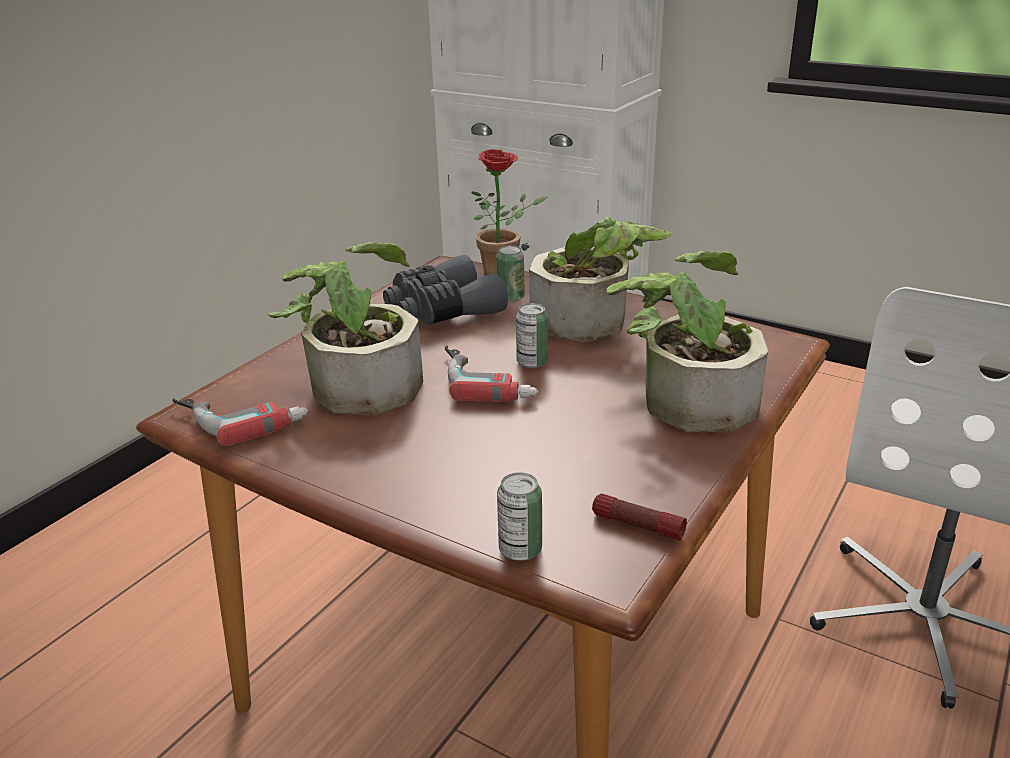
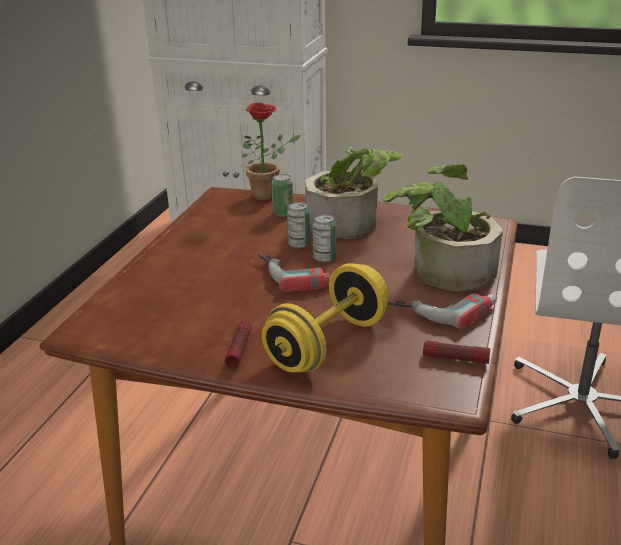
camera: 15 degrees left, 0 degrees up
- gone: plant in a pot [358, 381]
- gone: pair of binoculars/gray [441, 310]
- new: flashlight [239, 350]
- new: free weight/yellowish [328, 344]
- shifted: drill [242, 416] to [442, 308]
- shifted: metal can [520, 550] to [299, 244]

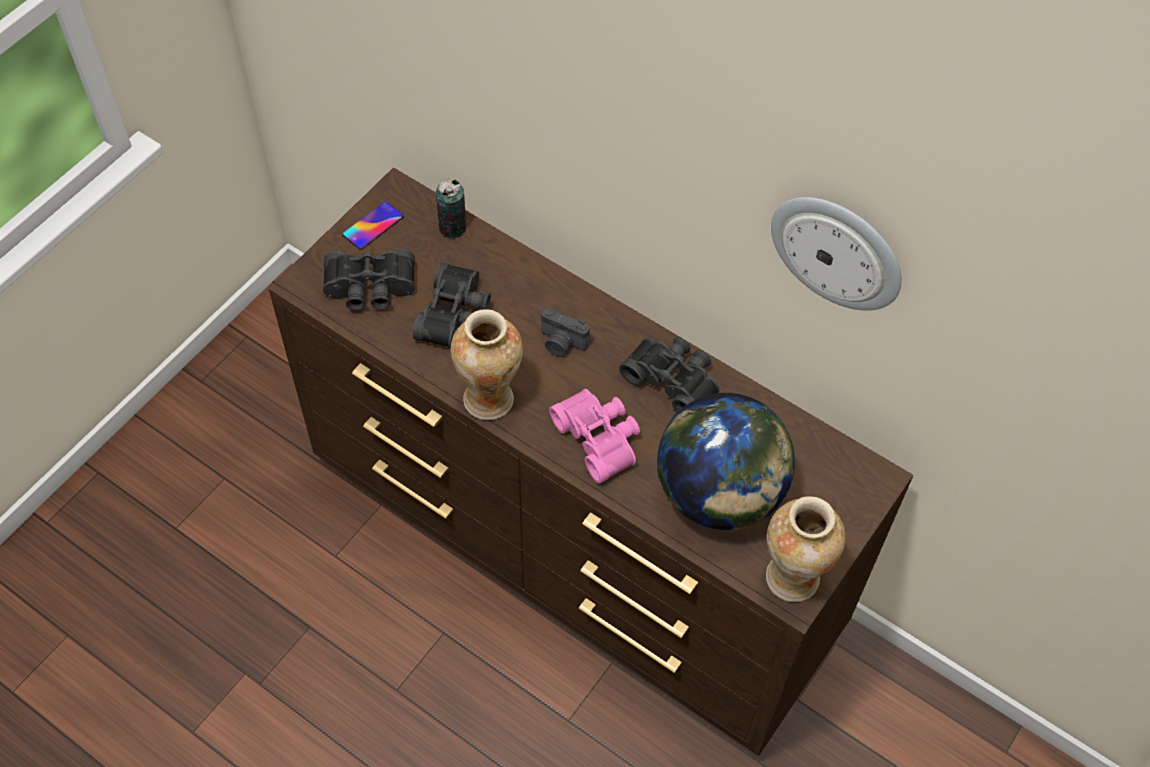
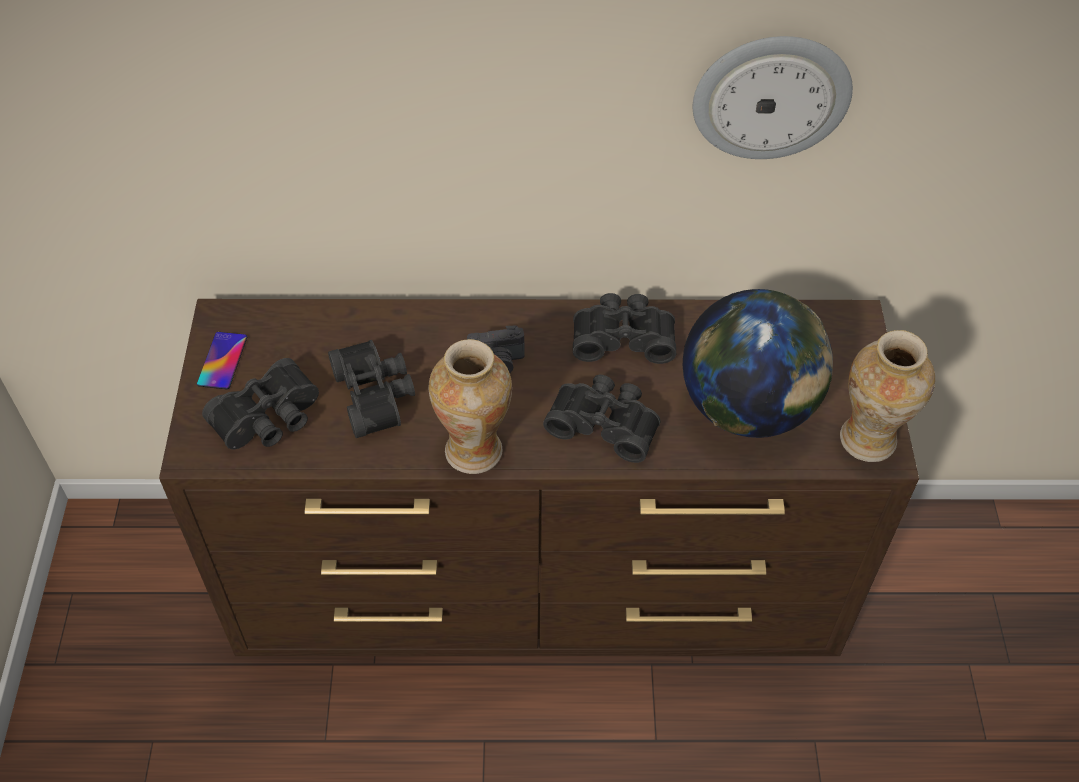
camera: 35 degrees left, 5 degrees down
- gone: metal can [452, 227]
- repainted: pair of binoculars/pinkish [600, 438] to pair of binoculars/blackish [605, 423]

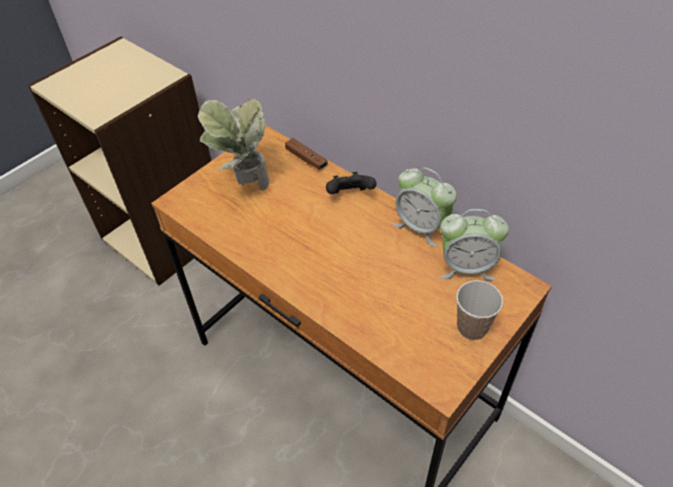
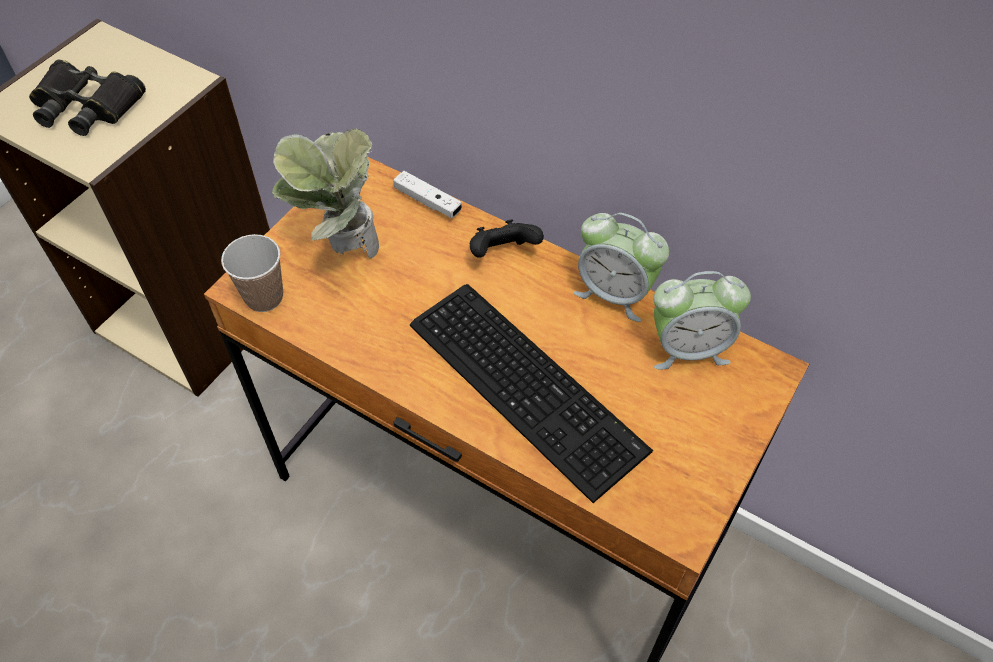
camera: 10 degrees left, 5 degrees up
- new: pair of binoculars/blackish [87, 106]
- new: PC keyboard [526, 381]
- shifted: small cup [472, 327] to [264, 297]
- repainted: joypad/brown-coloured [306, 159] to joypad/white [428, 201]

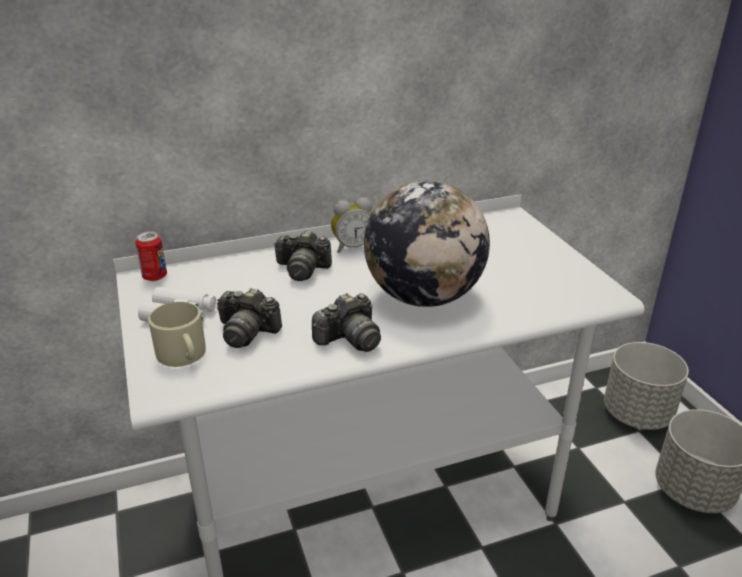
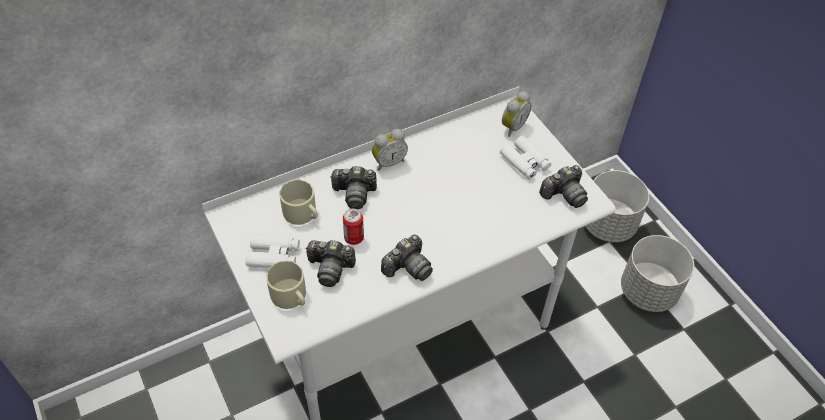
camera: 10 degrees left, 20 degrees up
- gone: world globe [424, 297]
- new: coffee mug/beige [302, 214]
- new: pair of binoculars/white [525, 162]
- new: alarm clock [512, 127]
- new: still camera [564, 194]
- shifted: metal can [155, 276] to [354, 238]

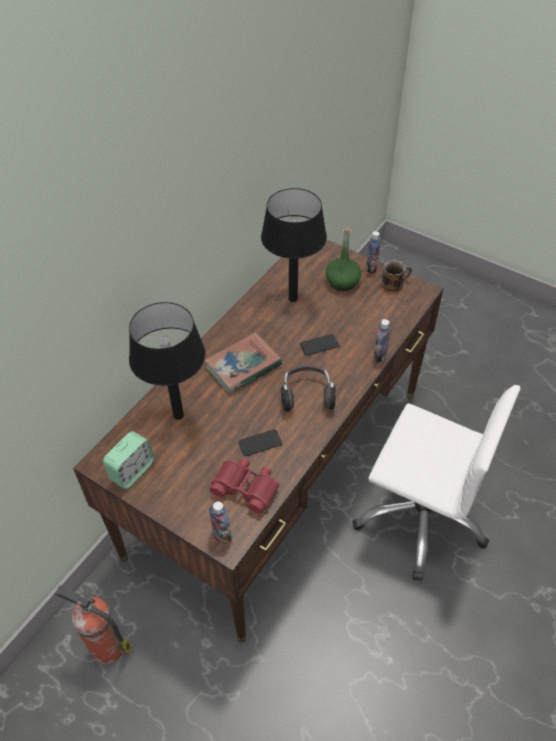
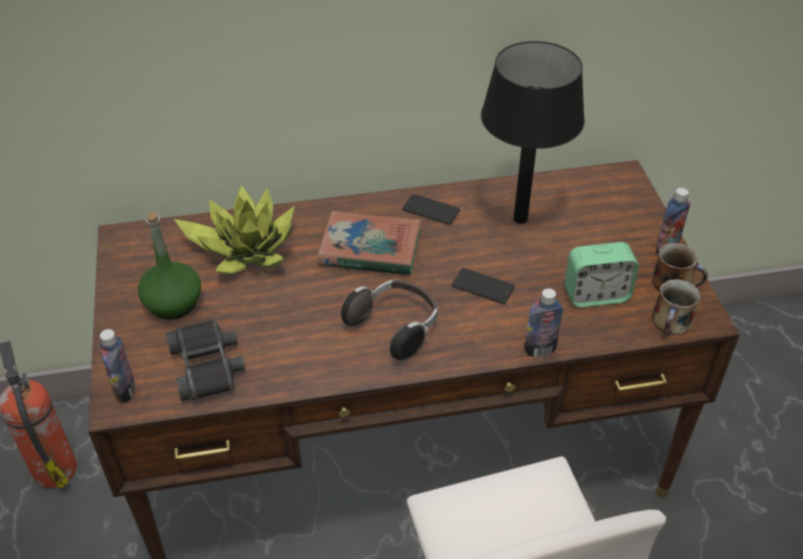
camera: 45 degrees right, 5 degrees down
- new: coffee mug [671, 322]
- shifted: alarm clock [132, 471] to [596, 295]
- shifted: handset [260, 443] to [431, 210]
- shifted: bottle/green-coloured [342, 282] to [173, 303]
- swapped: table lamp/blackish [178, 415] to plant in a pot [244, 248]
- repainted: pair of binoculars/red-coloured [246, 488] to pair of binoculars/blackish [208, 366]

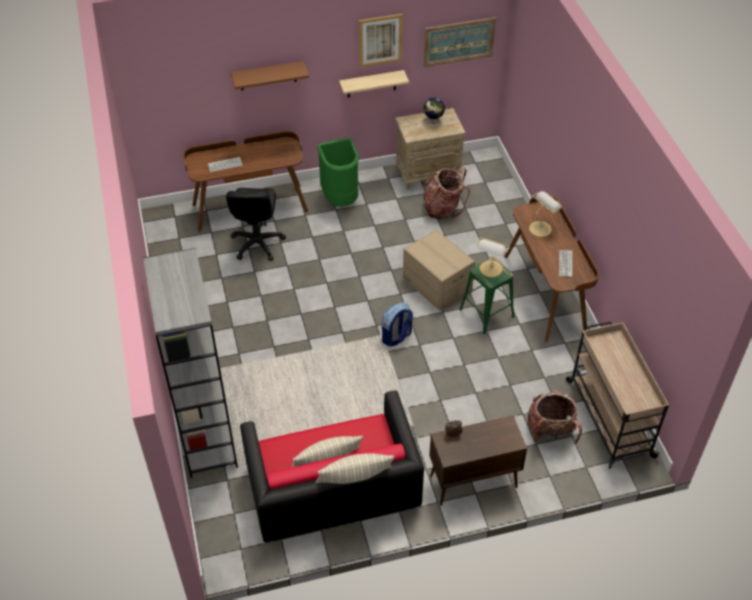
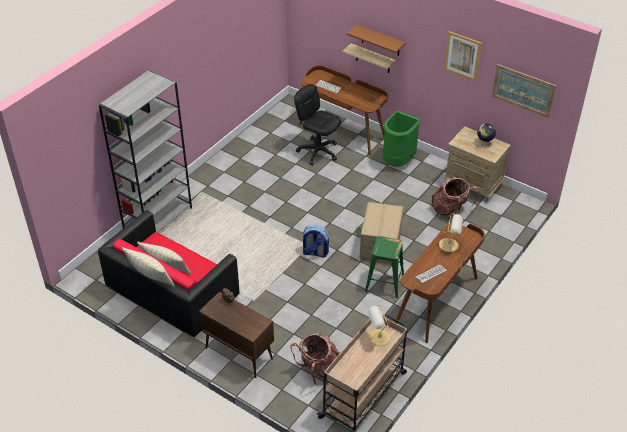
camera: 50 degrees right, 5 degrees down
- shifted: bracket shelf [371, 84] to [372, 59]
- shifted: table lamp [490, 270] to [378, 338]
- rotated: desk chair/blackish [257, 243] = [318, 151] 75 degrees clockwise

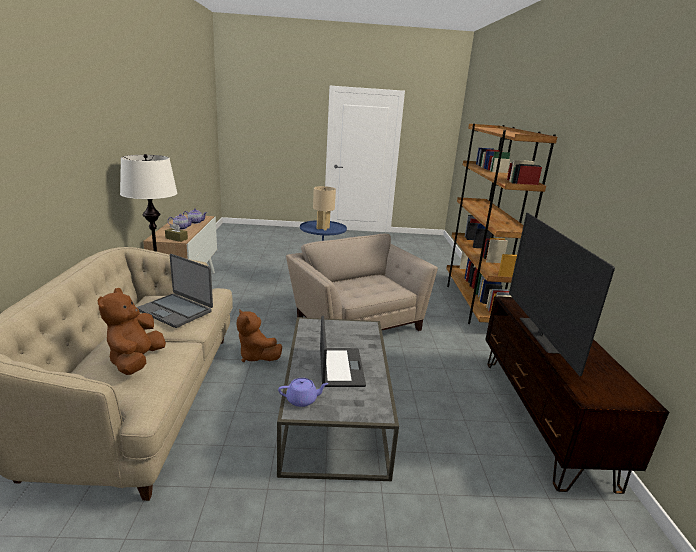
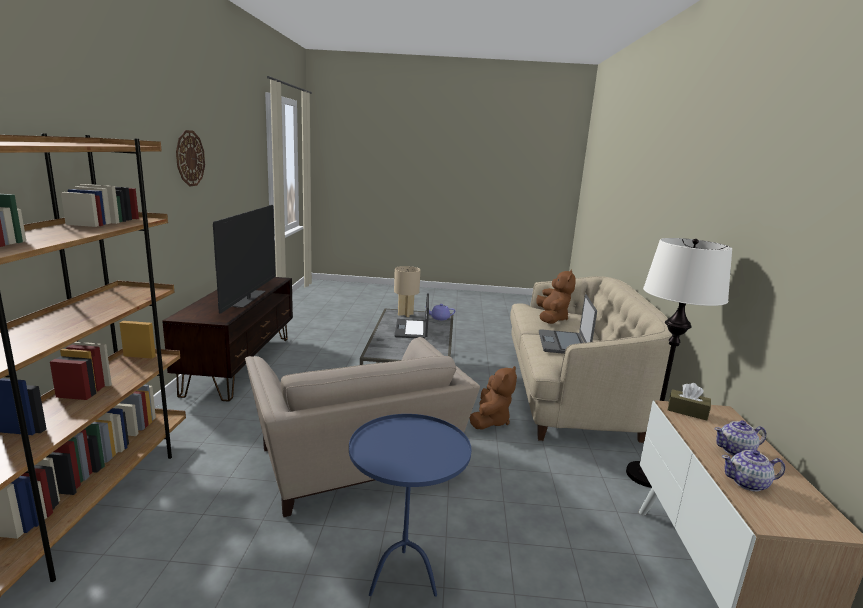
camera: 175 degrees left, 5 degrees down
- new: clock on the wall [190, 158]
- shifted: table lamp/beige [322, 228] to [405, 314]
- rotated: laptop [176, 311] = [563, 343] 120 degrees counterclockwise
- rotated: soft toy/brown-coloured [256, 356] = [490, 420] 60 degrees clockwise

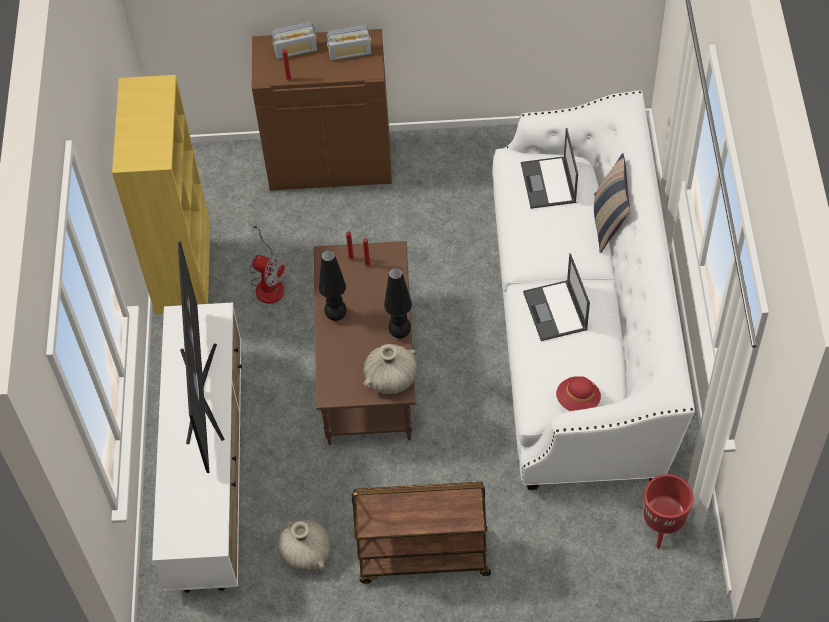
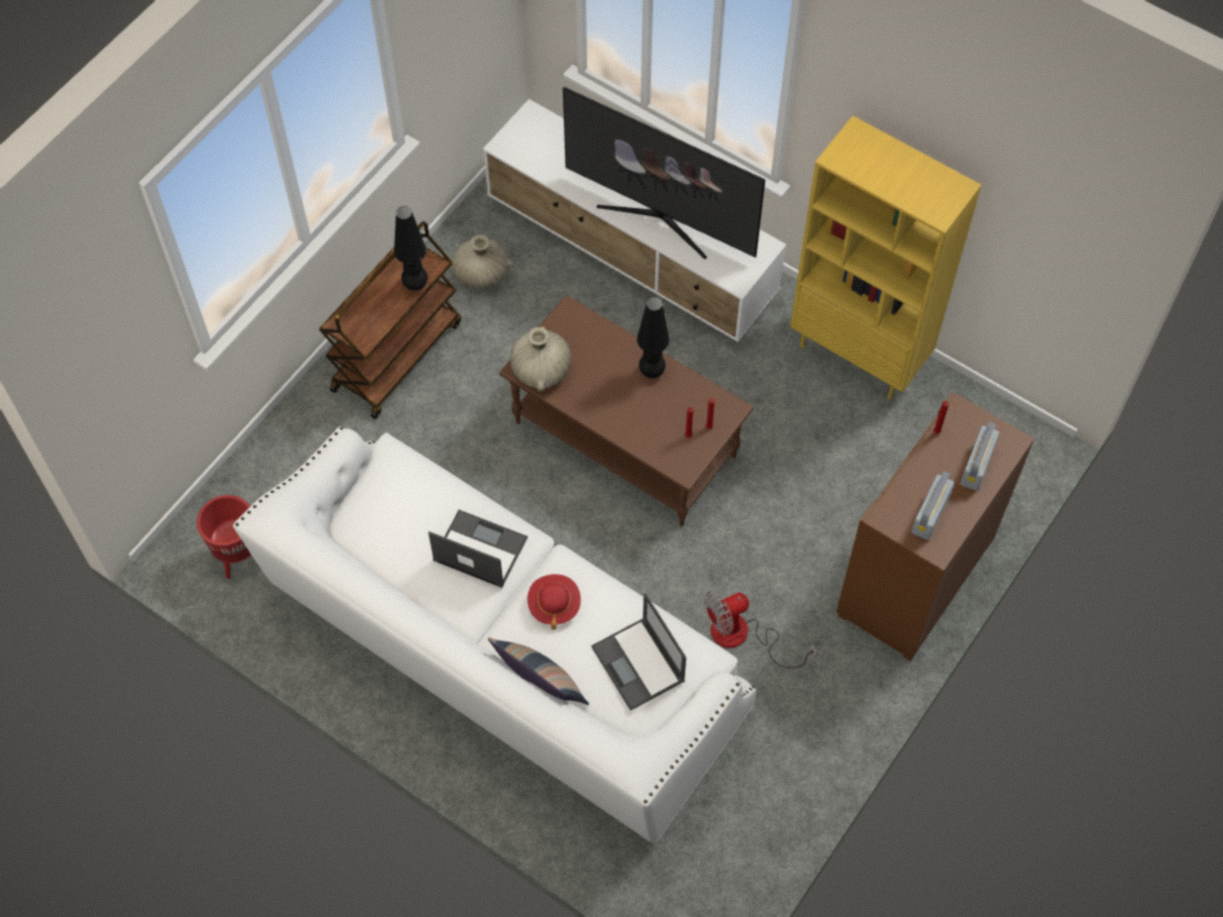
camera: 125 degrees right, 5 degrees up
- shifted: cooling fan [268, 282] to [742, 636]
- shifted: table lamp/blackish [399, 333] to [415, 284]
- shifted: clothing hat/red-coloured [578, 400] to [554, 605]
- rotated: laptop [548, 183] = [639, 665] 150 degrees counterclockwise

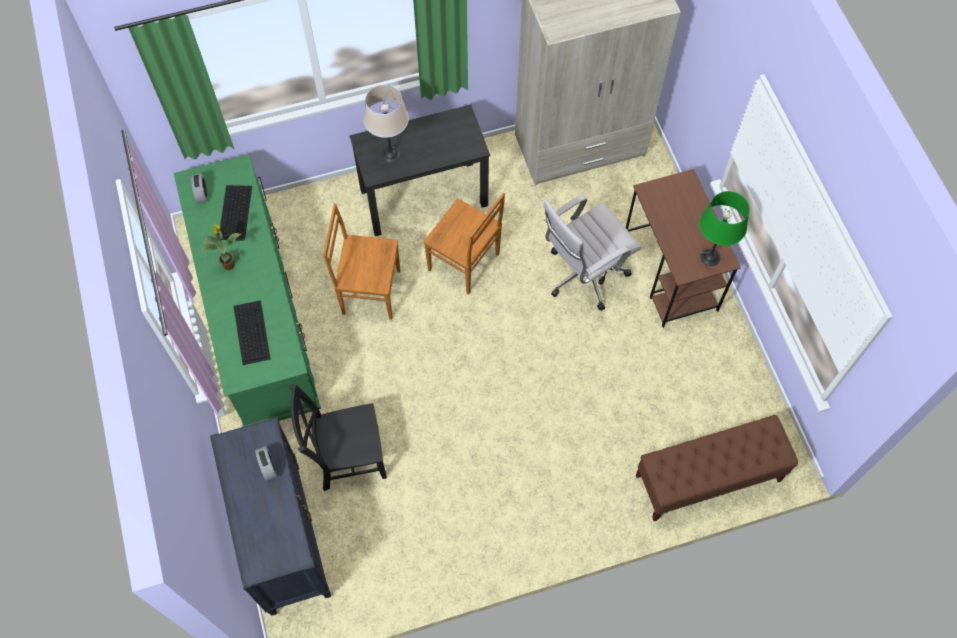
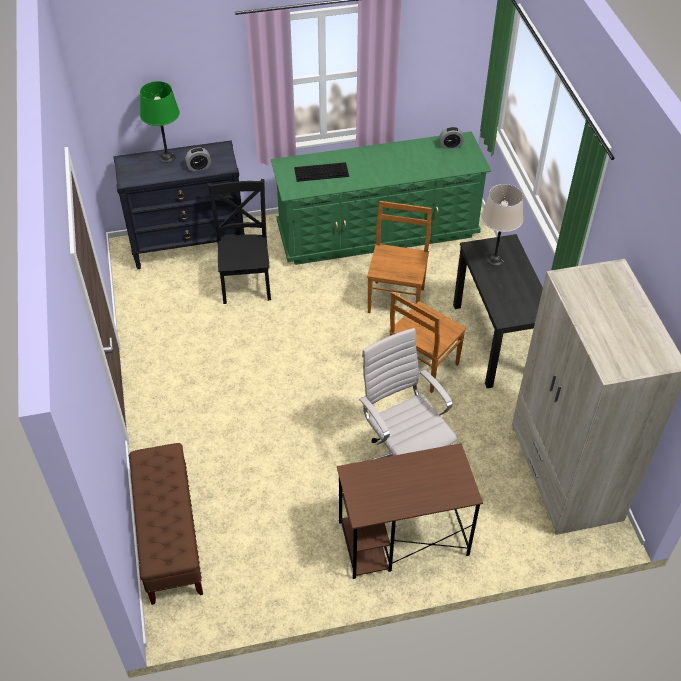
camera: 95 degrees right, 15 degrees down
- gone: plant in a pot [229, 264]
- gone: PC keyboard [235, 213]
- shifted: table lamp/green-coloured [710, 257] to [167, 157]

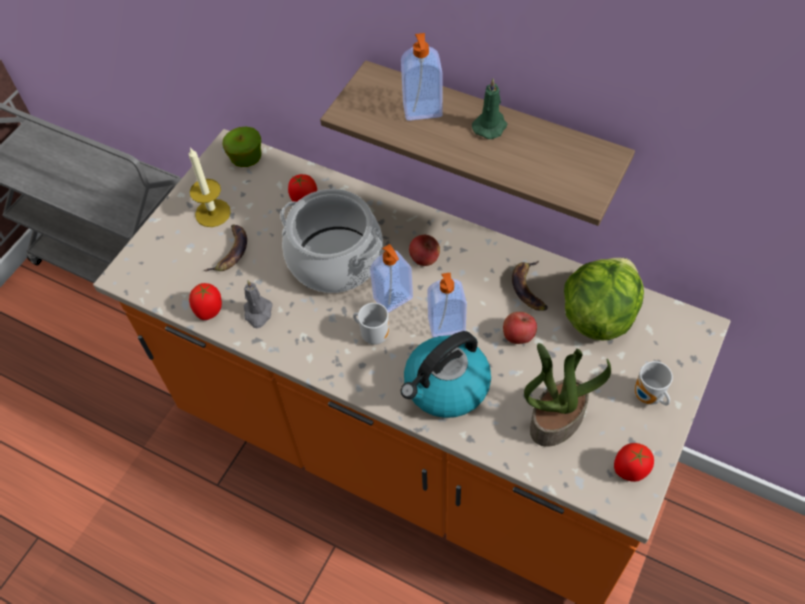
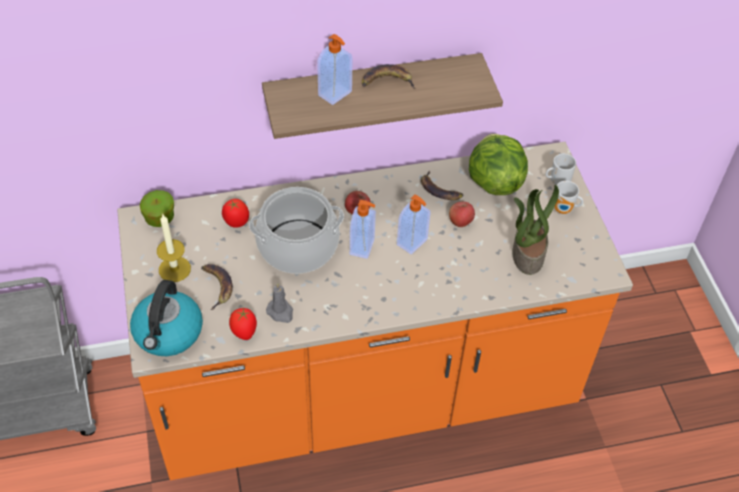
camera: 45 degrees left, 5 degrees down
- gone: whole tomato [630, 470]
- shifted: coffee mug [374, 334] to [557, 181]
- shifted: tea kettle [446, 387] to [168, 333]
- swapped: wax light/green-coloured [490, 125] to banana [387, 81]

